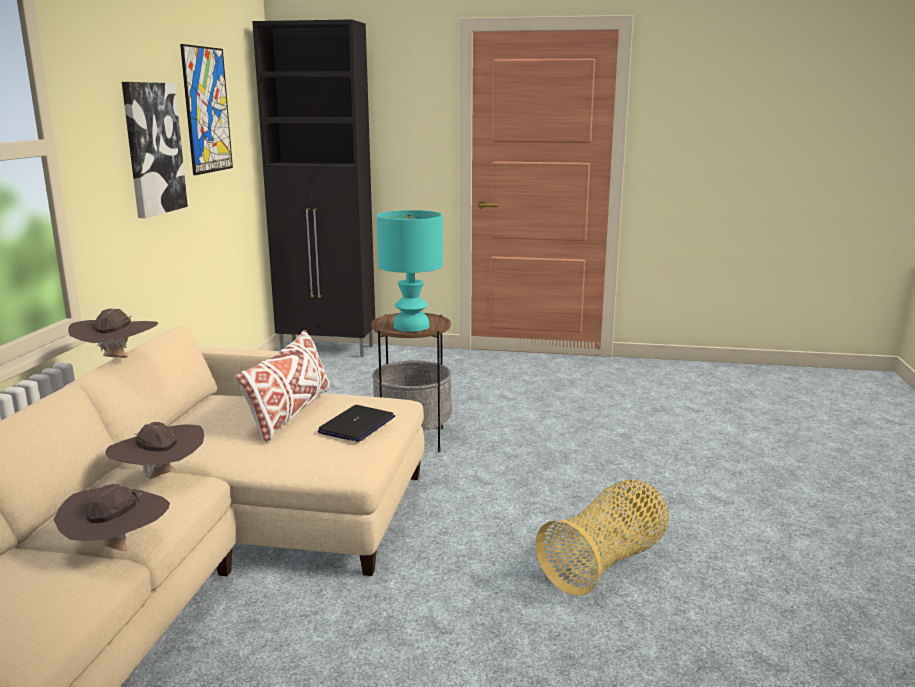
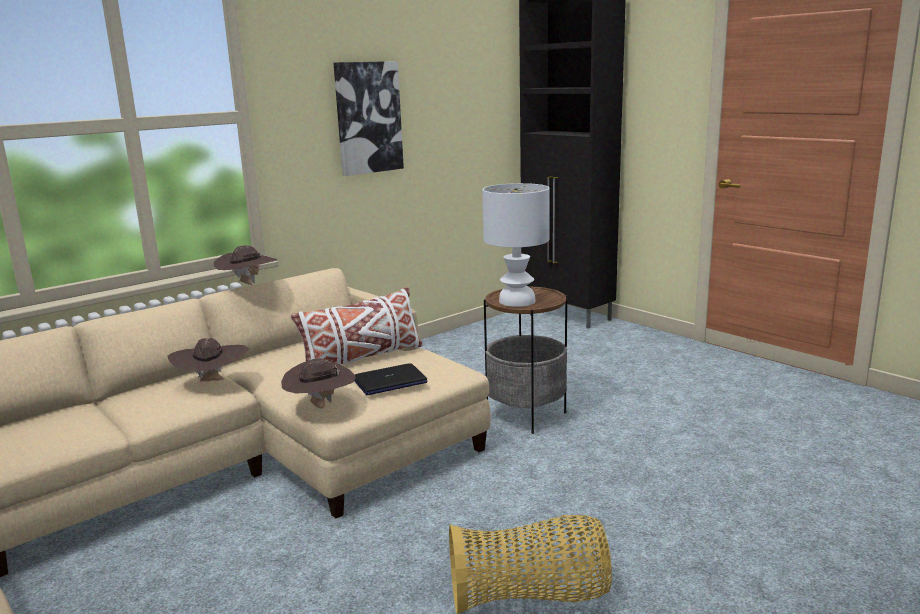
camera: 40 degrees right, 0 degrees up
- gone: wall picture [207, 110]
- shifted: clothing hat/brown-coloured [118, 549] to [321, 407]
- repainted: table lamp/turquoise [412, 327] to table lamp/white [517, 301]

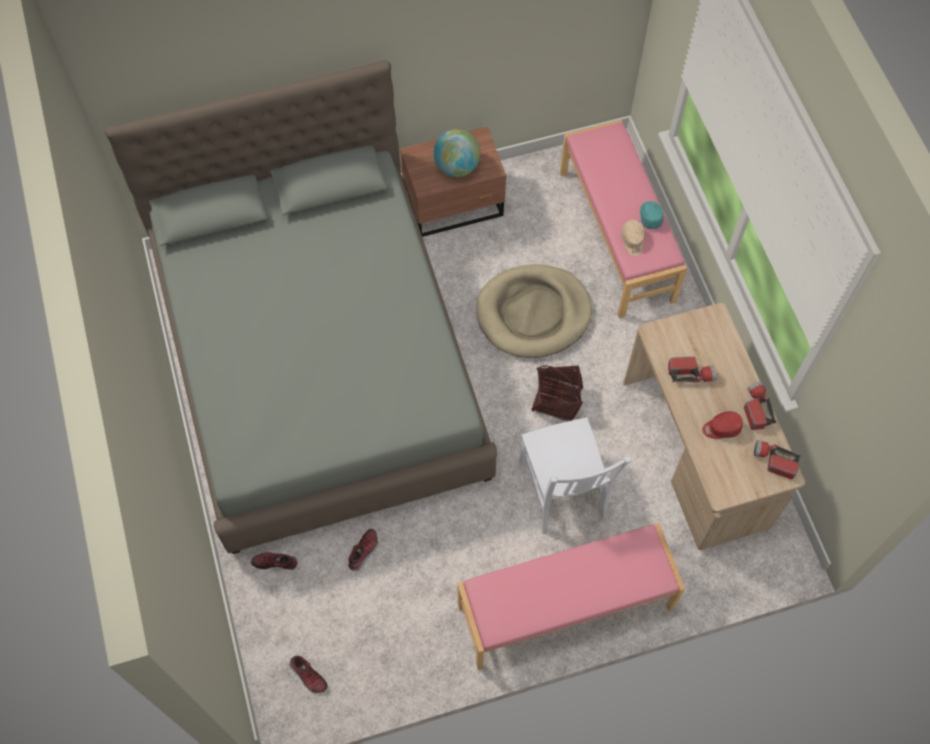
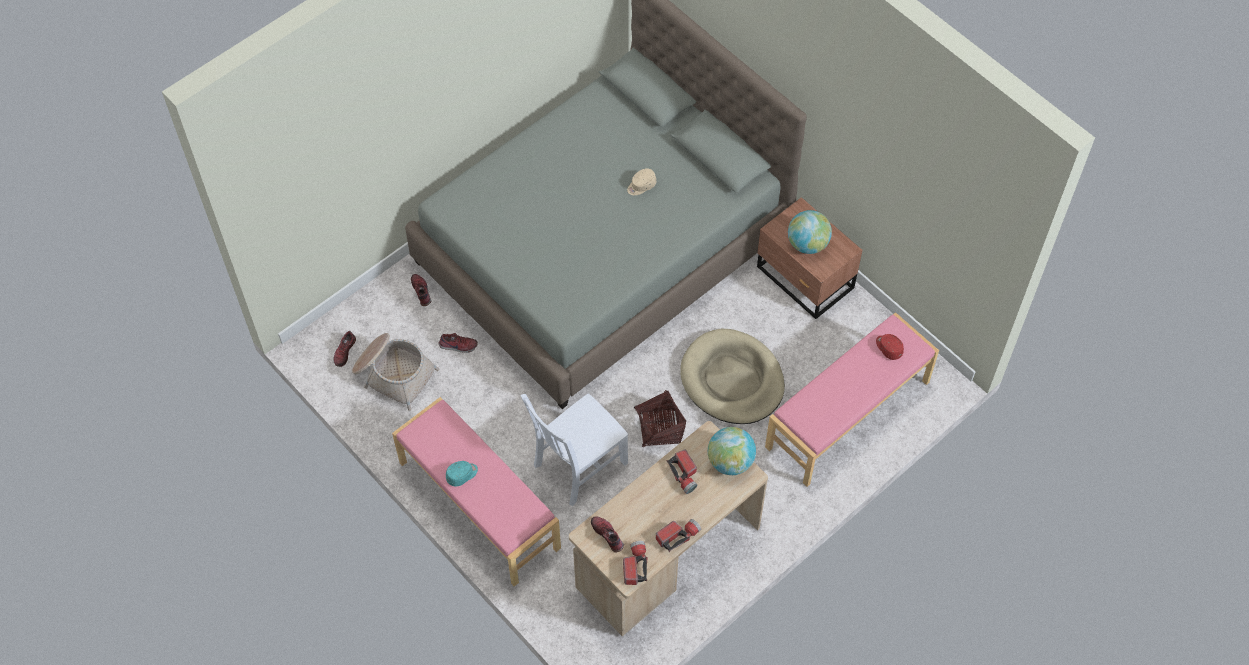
camera: 65 degrees right, 5 degrees down
- new: household basket [393, 374]
- new: low shoe [608, 535]
- new: world globe [730, 461]
- shifted: baseball cap/beige [632, 241] to [641, 186]
- shifted: baseball cap/turquoise [650, 216] to [462, 475]
- shifted: baseball cap/red-coloured [721, 428] to [888, 348]

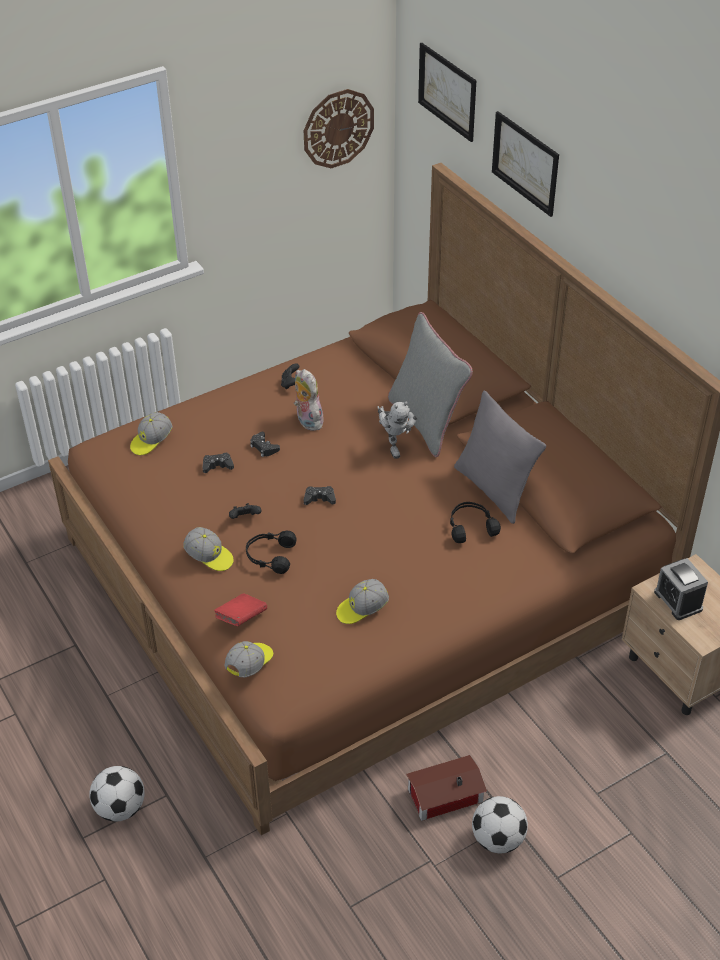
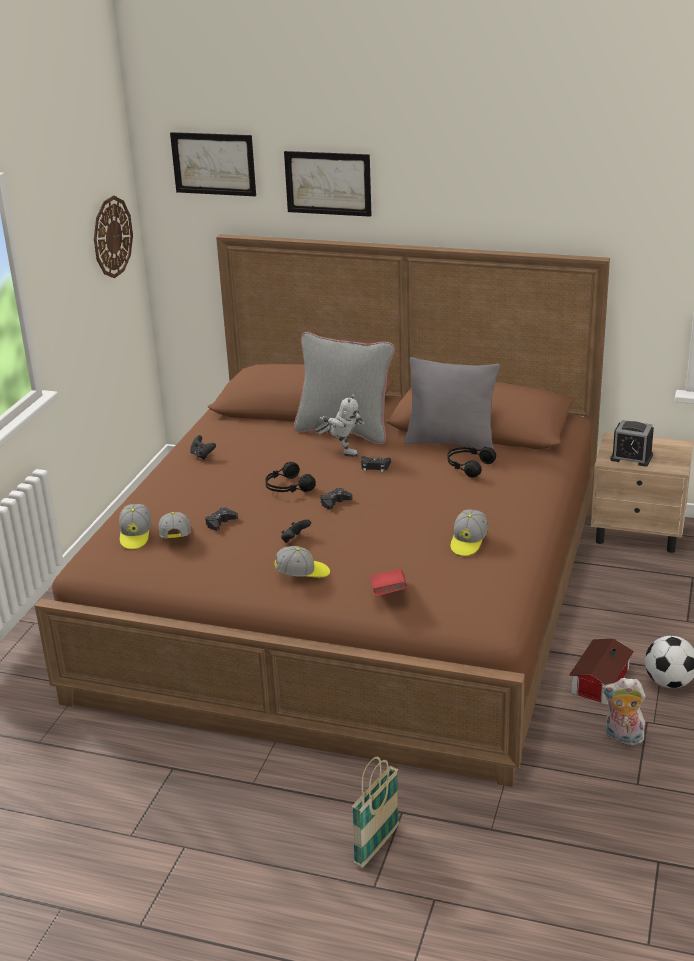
camera: 40 degrees left, 15 degrees down
- shifted: baseball cap [250, 664] to [176, 535]
- shifted: headphones/blackish [270, 556] to [287, 487]
- shifted: joypad/blackish [264, 447] to [375, 467]
- shifted: soft toy [307, 421] to [622, 738]
- swapped: ball for football [120, 808] to household basket [377, 845]

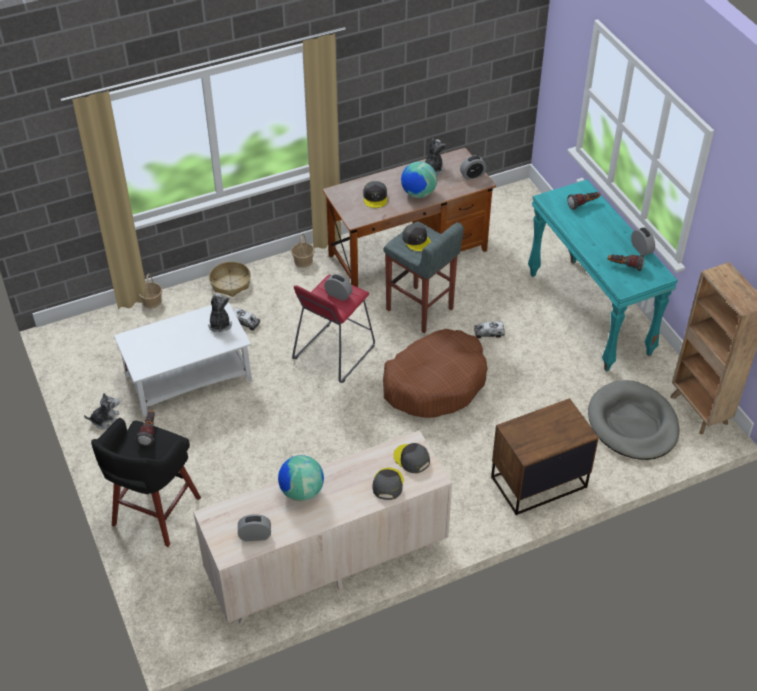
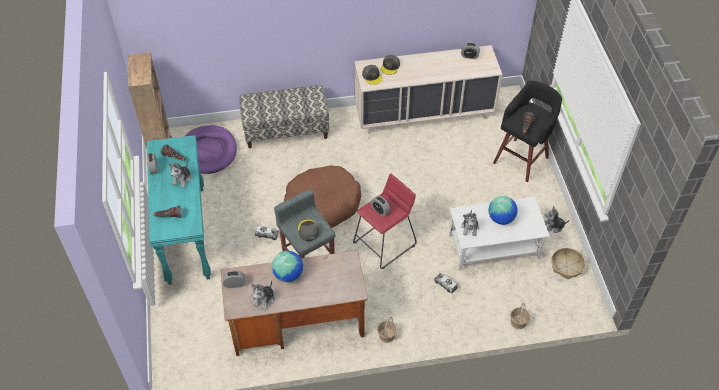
camera: 165 degrees left, 5 degrees up
- gone: baseball cap/gray [375, 197]
- new: soft toy [182, 179]
- shifted: household basket [230, 283] to [566, 266]
- shifted: world globe [301, 491] to [501, 218]
- swapped: night table/brown-coloured [538, 482] to indoor bench [286, 130]
- repainted: dog bed/gray [632, 424] to dog bed/purple [208, 151]

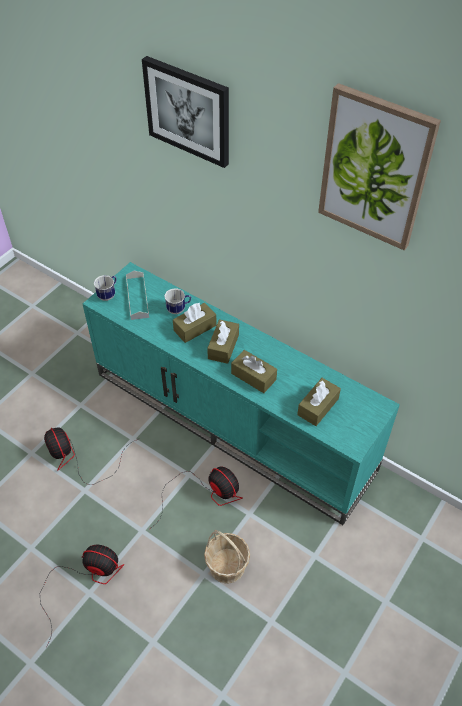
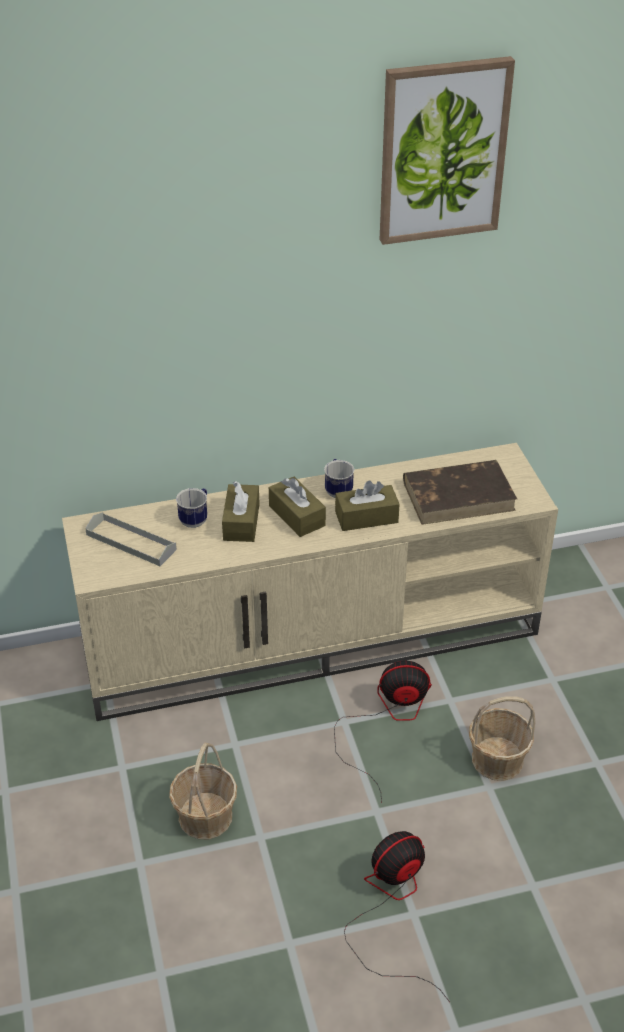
camera: 50 degrees left, 10 degrees down
- gone: wall picture [188, 111]
- shifted: coffee mug [108, 294] to [337, 490]
- swapped: cooling fan [78, 459] to household basket [205, 817]
- swapped: tissue box/brown-coloured [318, 407] to book/brown-coloured [459, 495]
- repainted: media console/turquoise [234, 420] to media console/beige [313, 636]

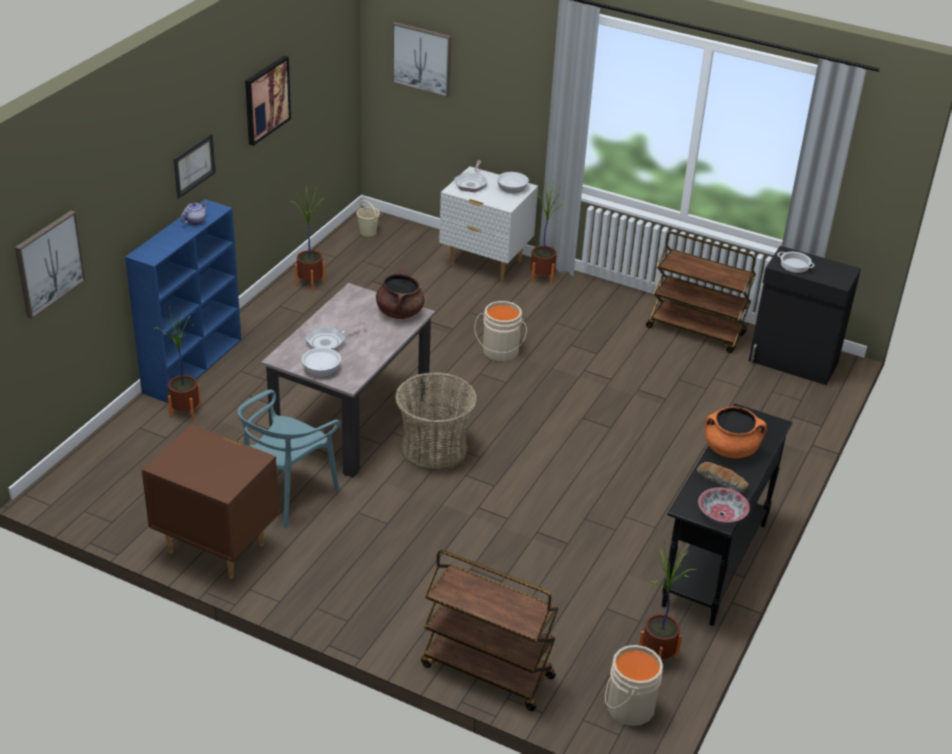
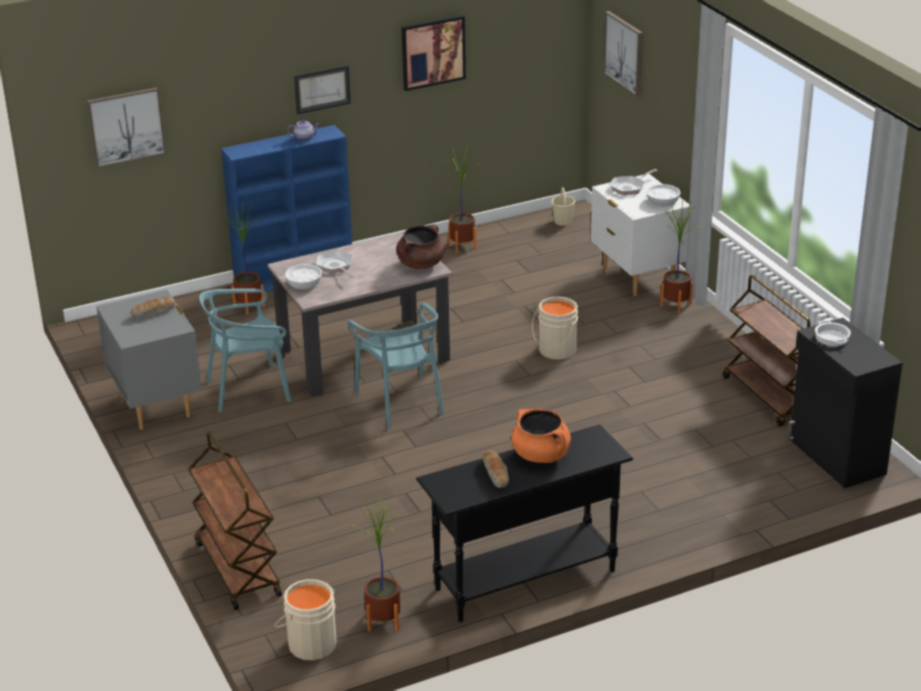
camera: 40 degrees right, 5 degrees down
- gone: serving bowl [722, 514]
- new: baked bread [154, 312]
- swapped: household basket [434, 450] to chair/turquoise [401, 402]
- repainted: night table/brown-coloured [217, 547] to night table/gray [156, 405]
- rotated: skillet [329, 341] = [336, 267] 60 degrees clockwise

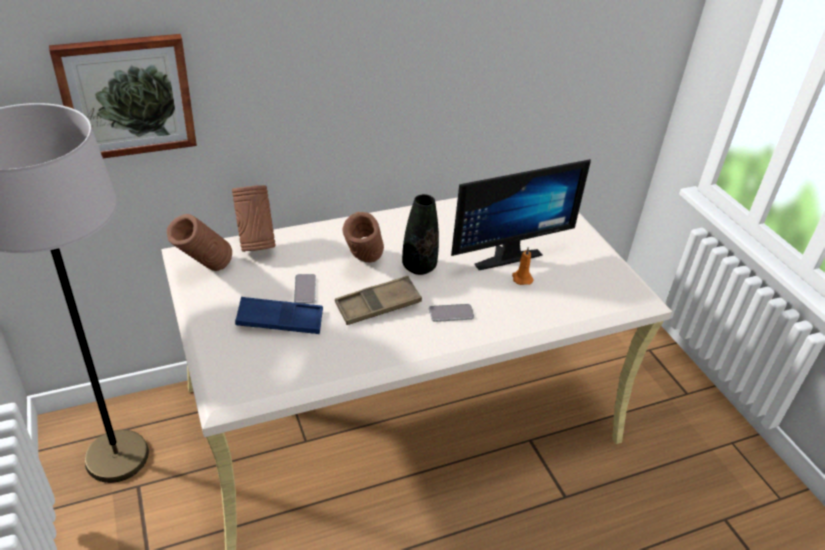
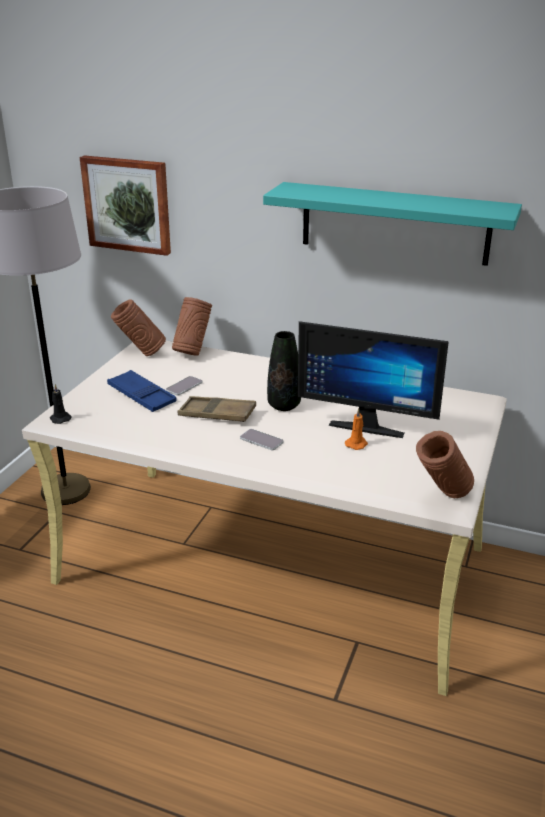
camera: 45 degrees right, 10 degrees down
- new: wax light/blackish [60, 418]
- new: bracket shelf/turquoise [394, 223]
- shifted: flower vase/brown-coloured [363, 265] to [442, 497]

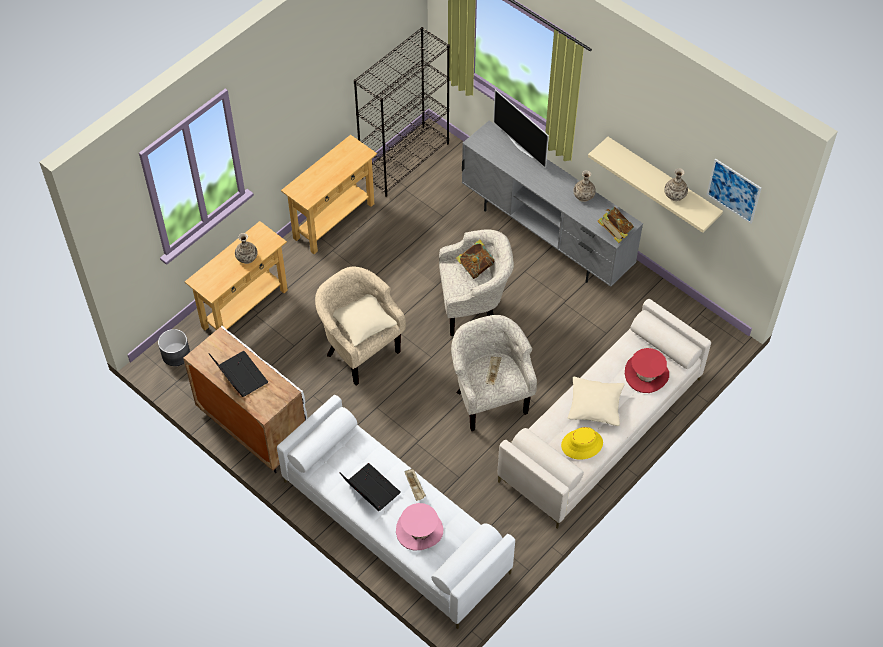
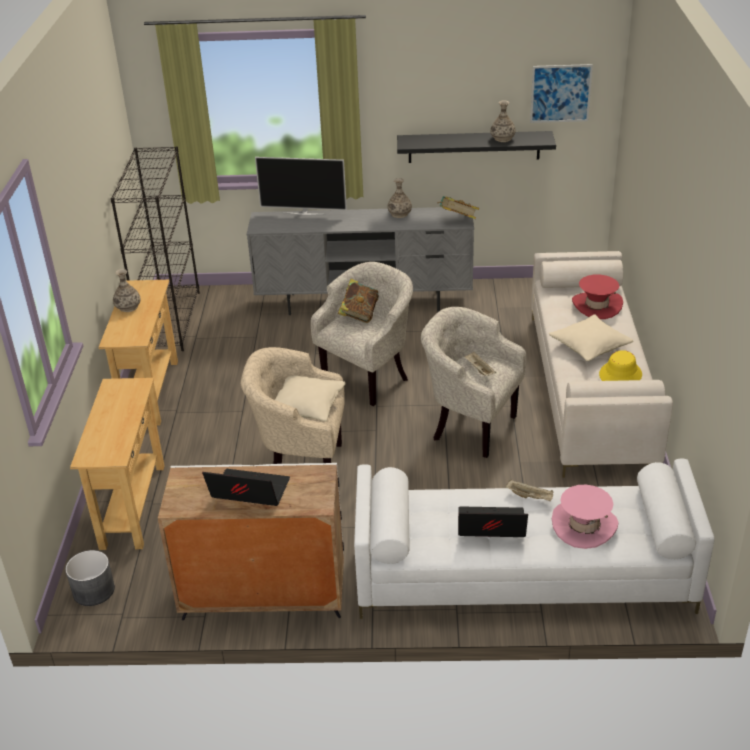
camera: 40 degrees left, 20 degrees down
- shifted: flower vase [247, 257] to [128, 307]
- repainted: bracket shelf/beige [662, 181] to bracket shelf/blackish [474, 147]

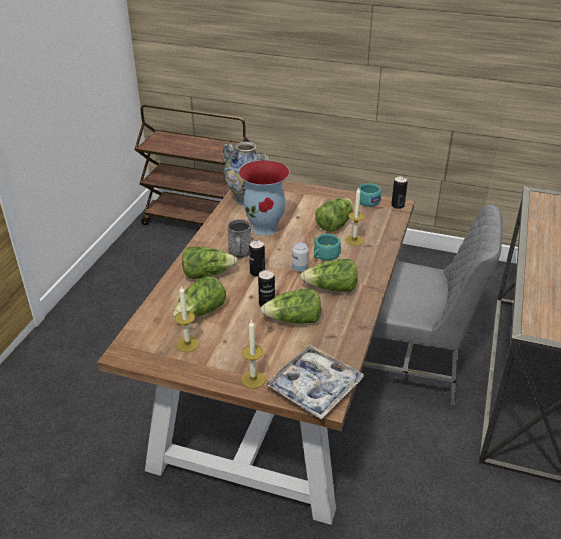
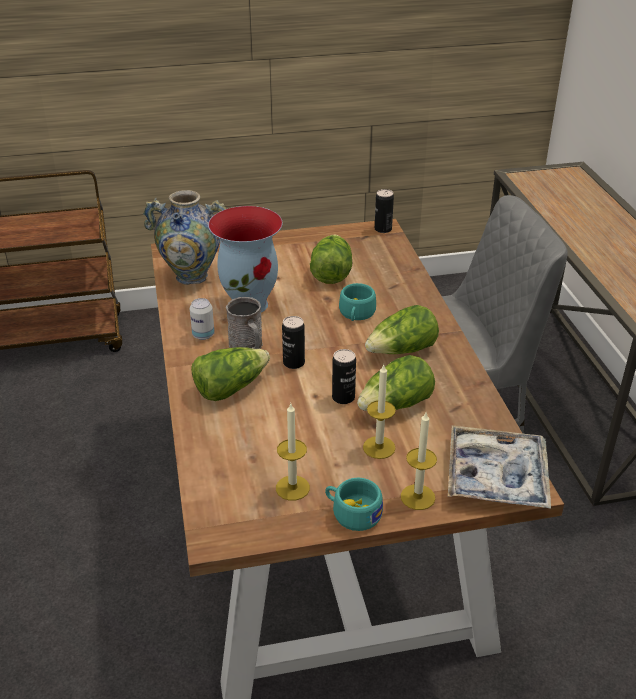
camera: 30 degrees left, 0 degrees up
- gone: lettuce [201, 312]
- shifted: metal can [300, 268] to [203, 335]
- shifted: wax light [354, 240] to [379, 447]
- shifted: small cup/turquoise [366, 200] to [352, 513]

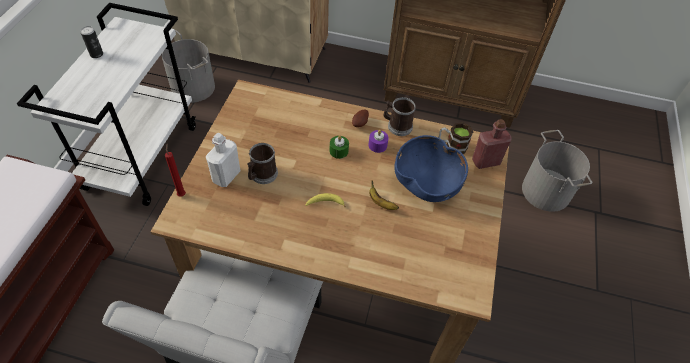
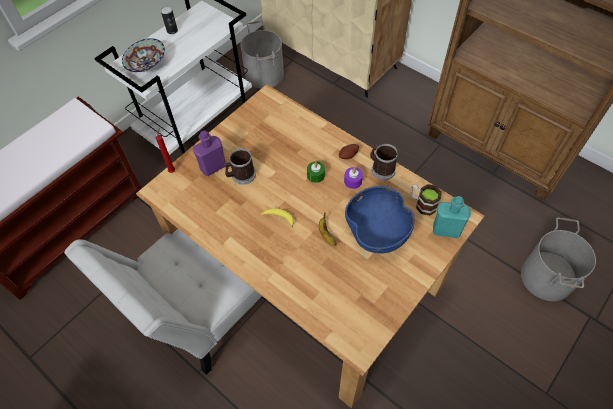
camera: 30 degrees right, 5 degrees up
- new: serving bowl [147, 65]
- repainted: bottle/white [226, 176] to bottle/purple [213, 167]
- repainted: bottle/red-coloured [486, 161] to bottle/turquoise [446, 230]

